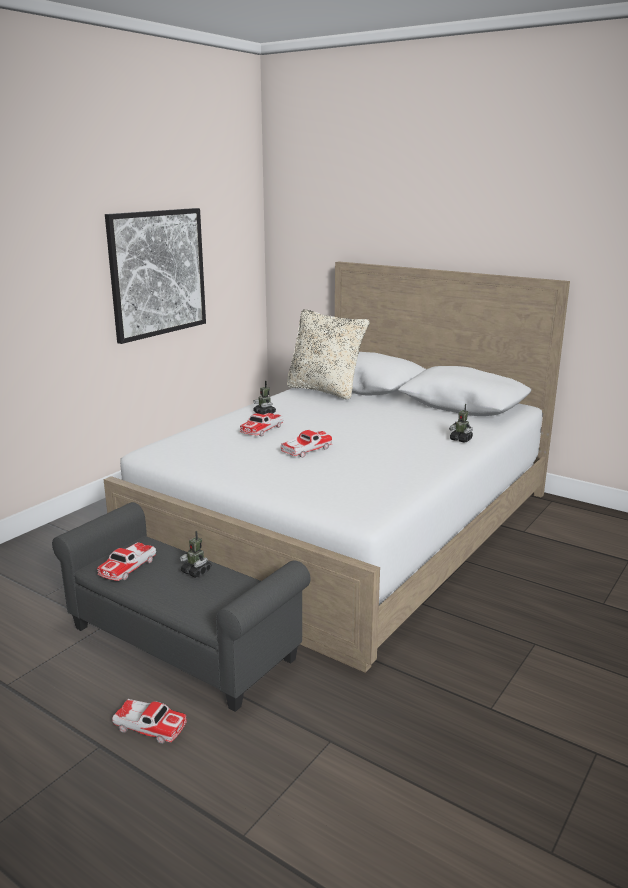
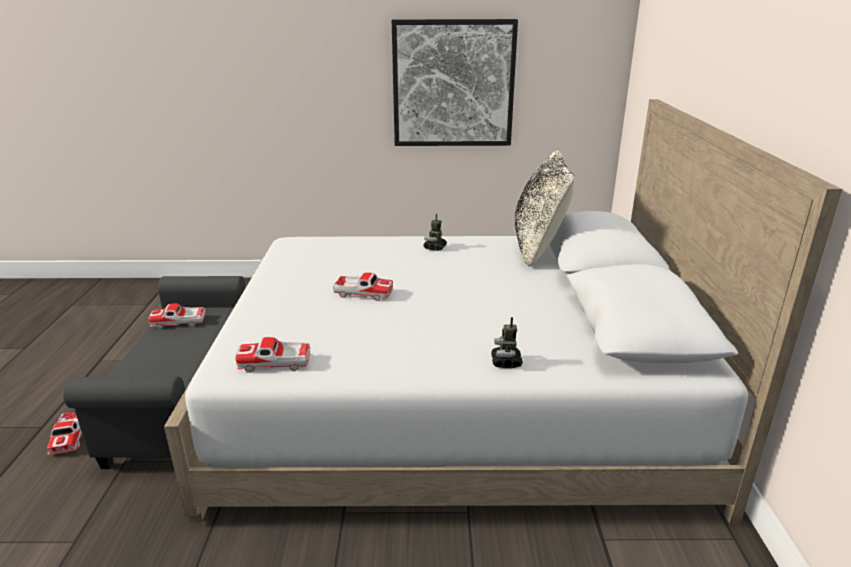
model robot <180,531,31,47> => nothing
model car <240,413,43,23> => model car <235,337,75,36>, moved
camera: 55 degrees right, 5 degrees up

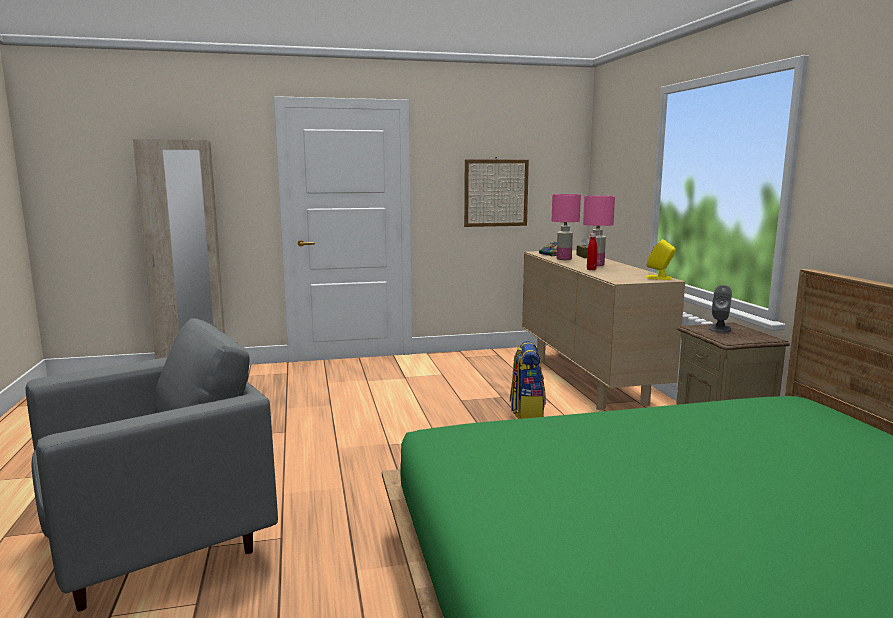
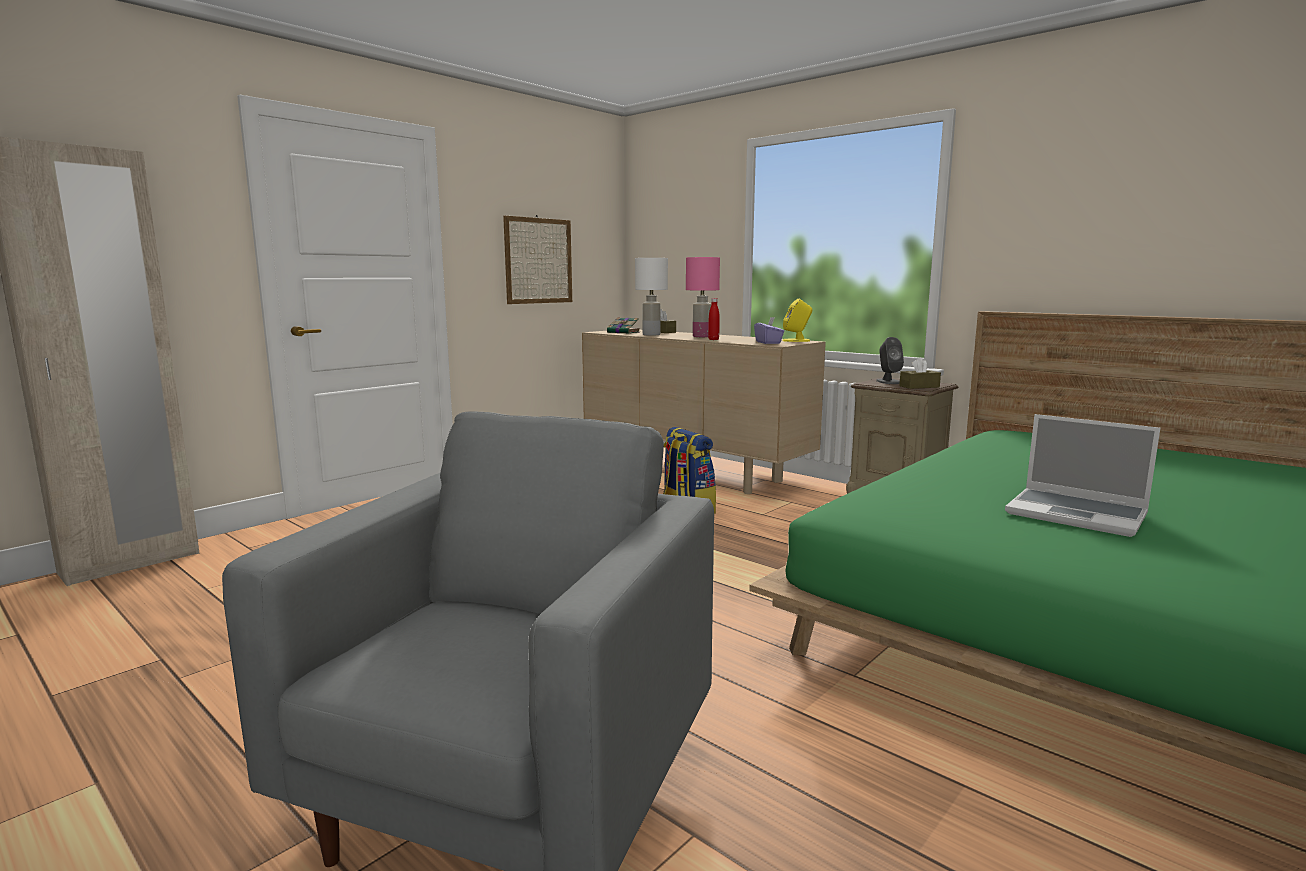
lamp for a table (pink) <552,194,29,66> => lamp for a table (white-coloured) <635,258,33,78>
nothing => tissue box (purple) <754,317,30,27>
nothing => tissue box (brownish) <899,357,42,32>
nothing => portable computer <1005,414,155,123>
camera: 35 degrees left, 0 degrees up

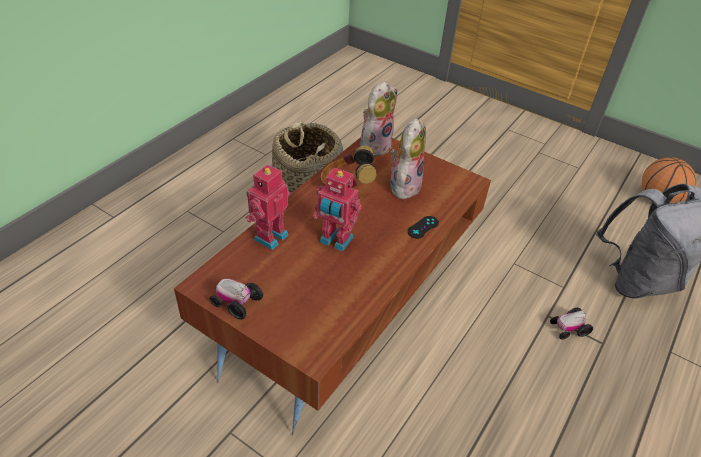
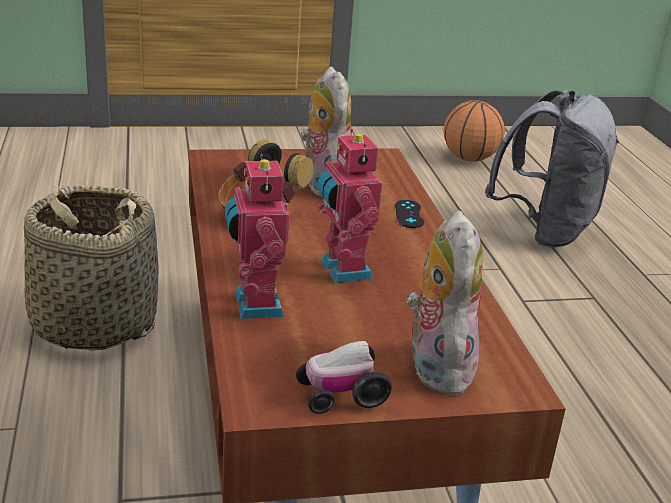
model robot <313,168,49,84> => model robot <318,129,64,154>, 90 degrees clockwise
soft toy <360,81,37,77> => soft toy <407,210,76,185>, moved
model car <550,308,43,32> => nothing
camera: 45 degrees left, 15 degrees down

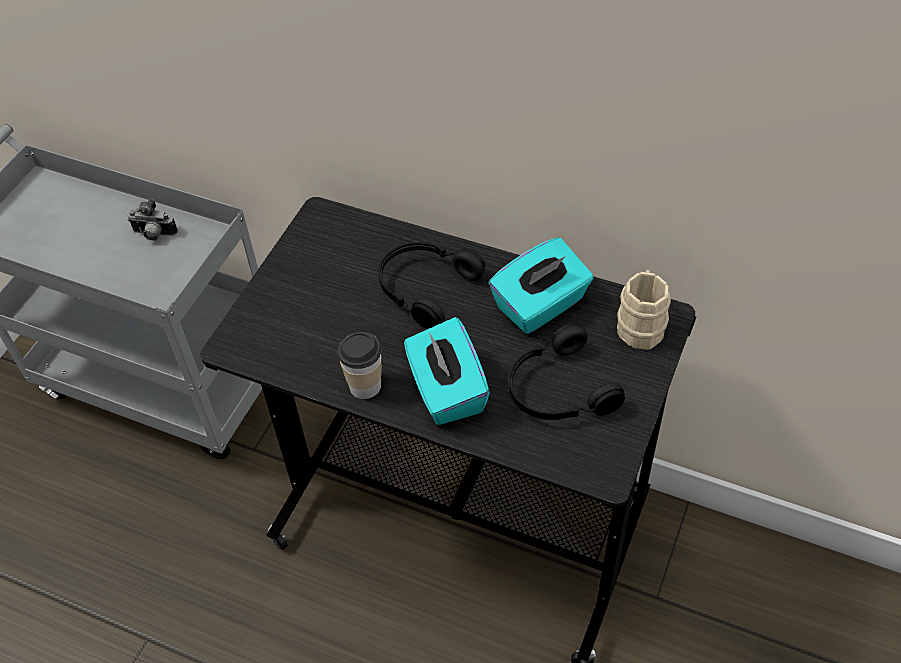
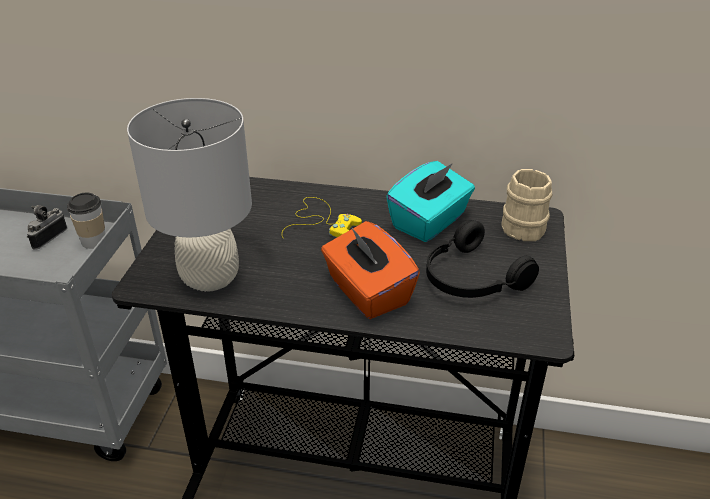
photo camera <128,199,50,42> => photo camera <27,205,40,45>, 120 degrees clockwise
drinking cup <338,332,44,67> => drinking cup <67,192,38,57>, moved
headset (black-coloured) <378,242,107,87> => game controller (yellow) <282,197,80,42>
tissue box (turquoise) <404,317,86,108> => tissue box (orange-coloured) <321,221,99,98>
nothing => lamp for a table (grey) <127,98,125,194>
camera: 15 degrees left, 15 degrees down

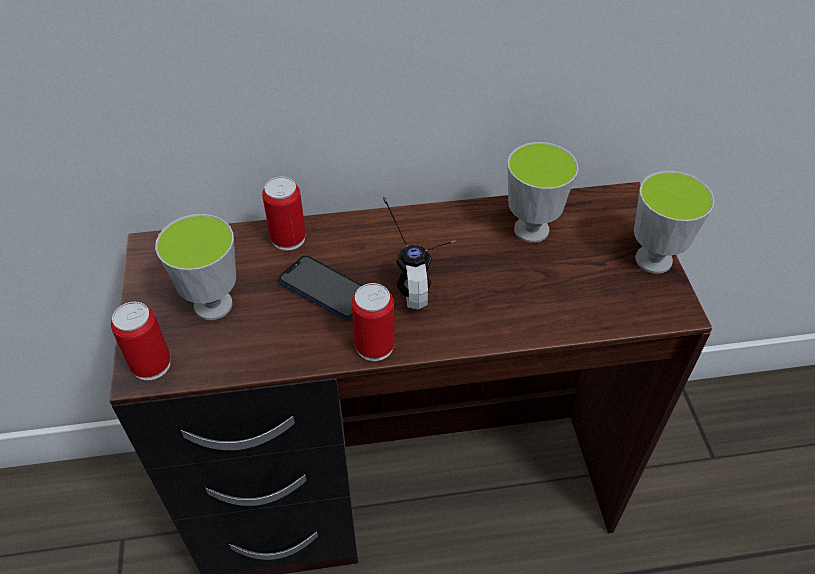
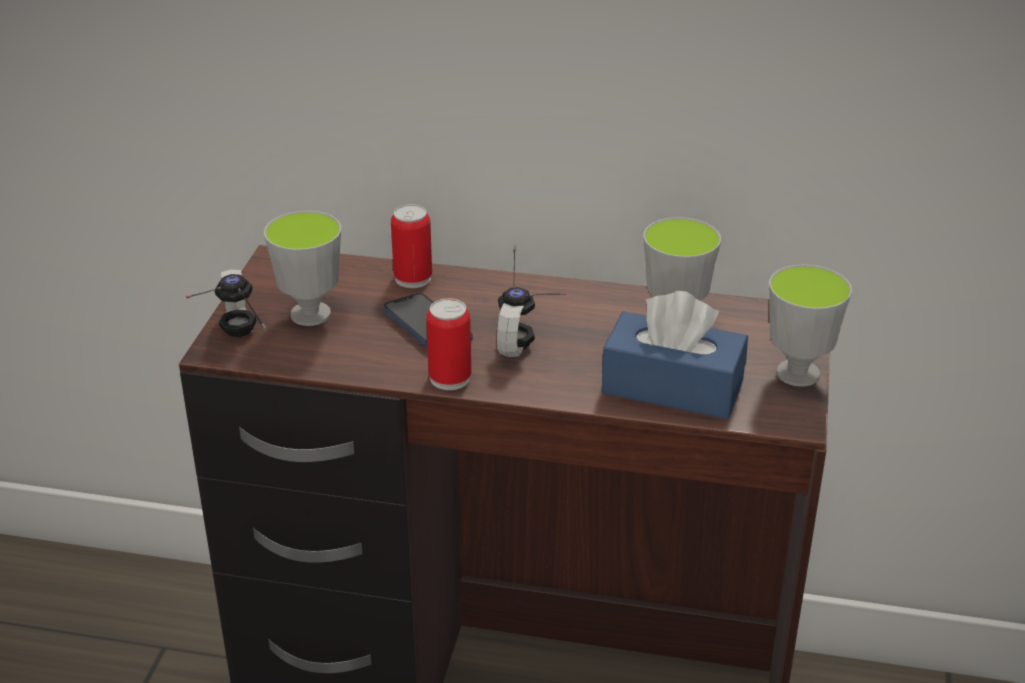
can <111,302,60,79> => headset <186,269,80,68>
nothing => tissue box (blue-coloured) <602,291,146,128>
camera: 20 degrees right, 15 degrees down

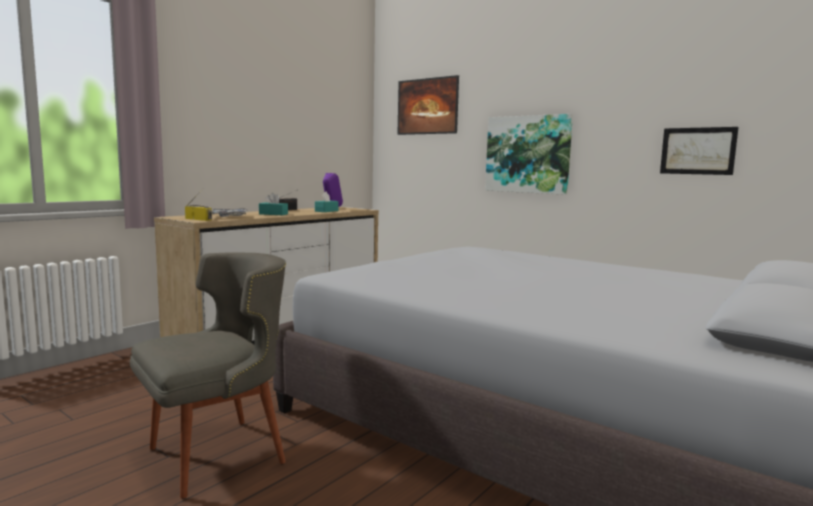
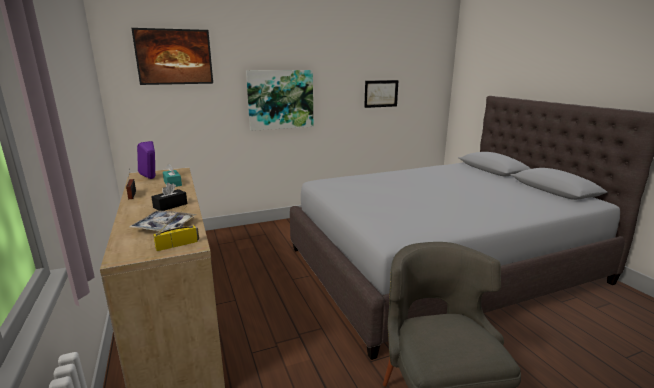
tissue box (turquoise) <259,193,29,22> => tissue box (black-coloured) <151,183,36,28>
camera: 60 degrees left, 10 degrees up

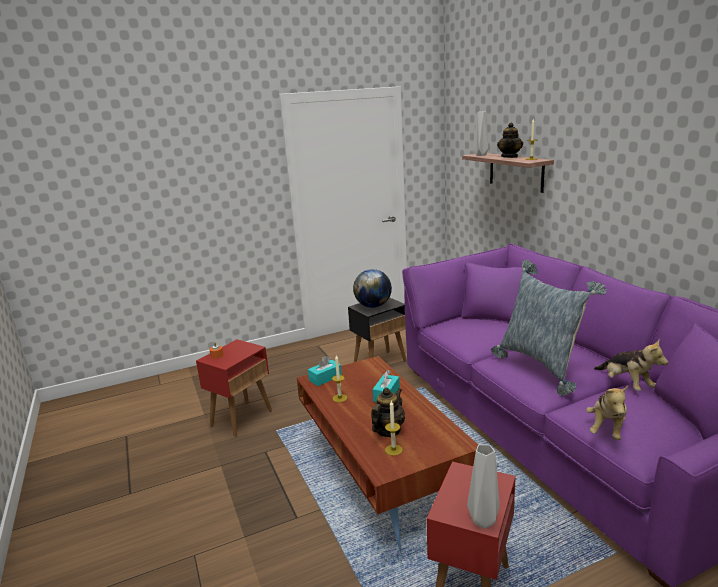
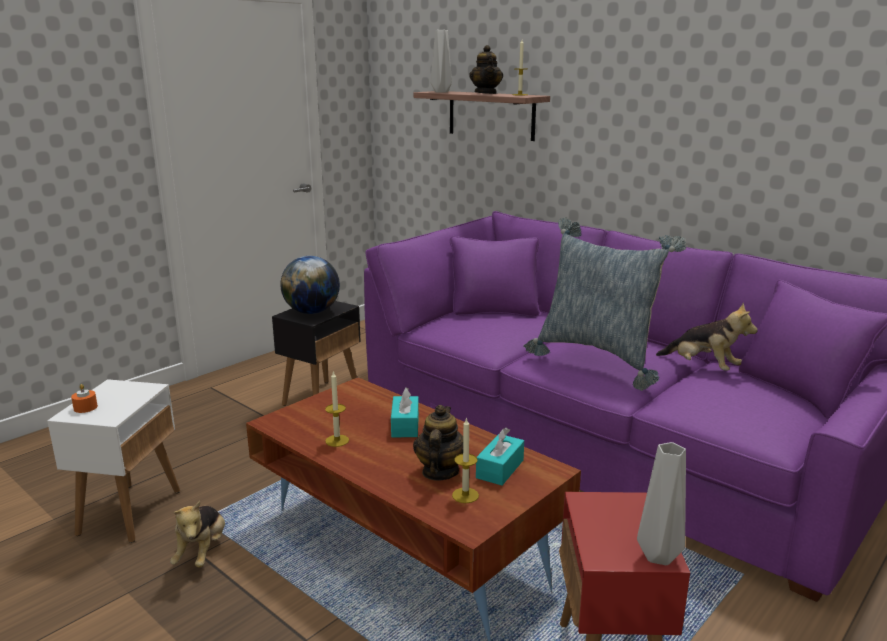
side table (reddish) <196,339,76,98> => side table (white-coloured) <47,379,133,164>
tissue box (turquoise) <308,356,34,30> => tissue box (turquoise) <476,427,48,59>, moved
soft toy <586,385,43,55> => soft toy <170,501,55,67>, moved
camera: 25 degrees left, 0 degrees up

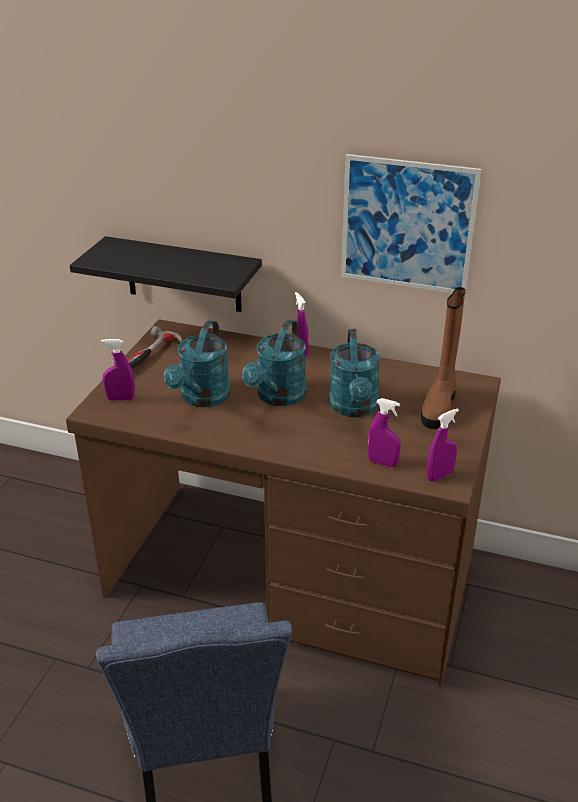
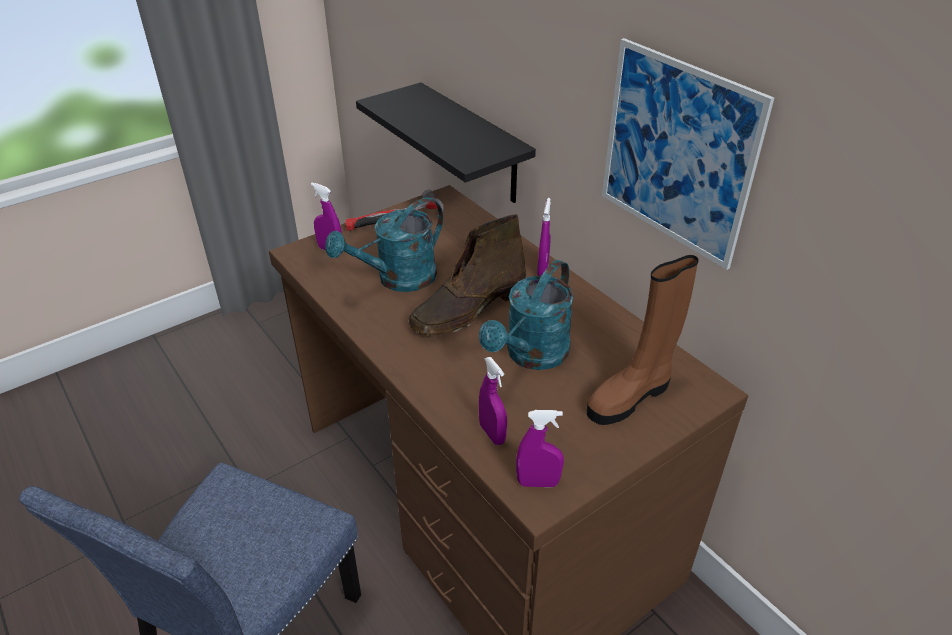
watering pot (turquoise) <242,320,65,86> => high-top boot (brownish) <409,214,117,122>
camera: 35 degrees right, 5 degrees up

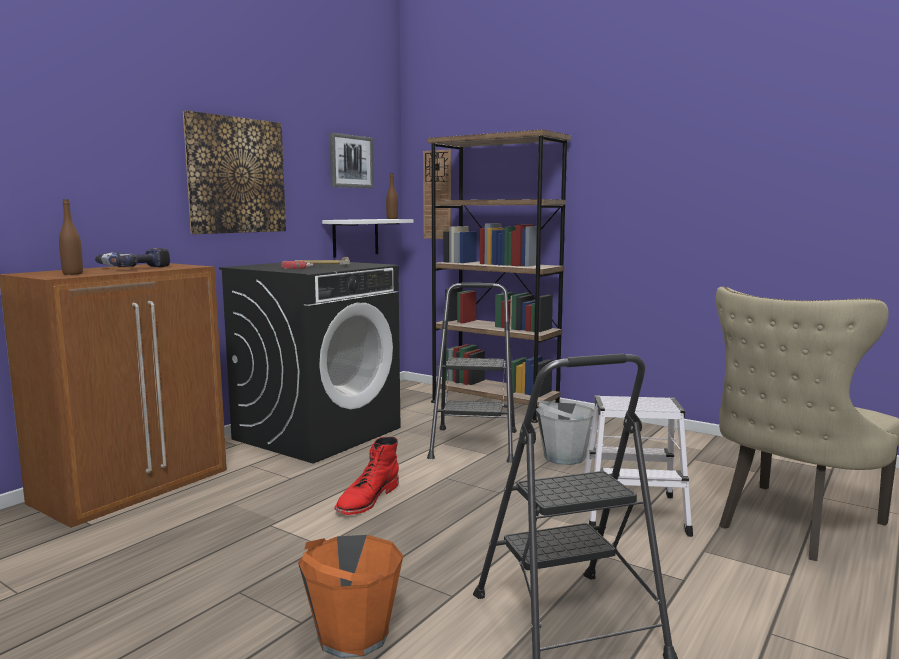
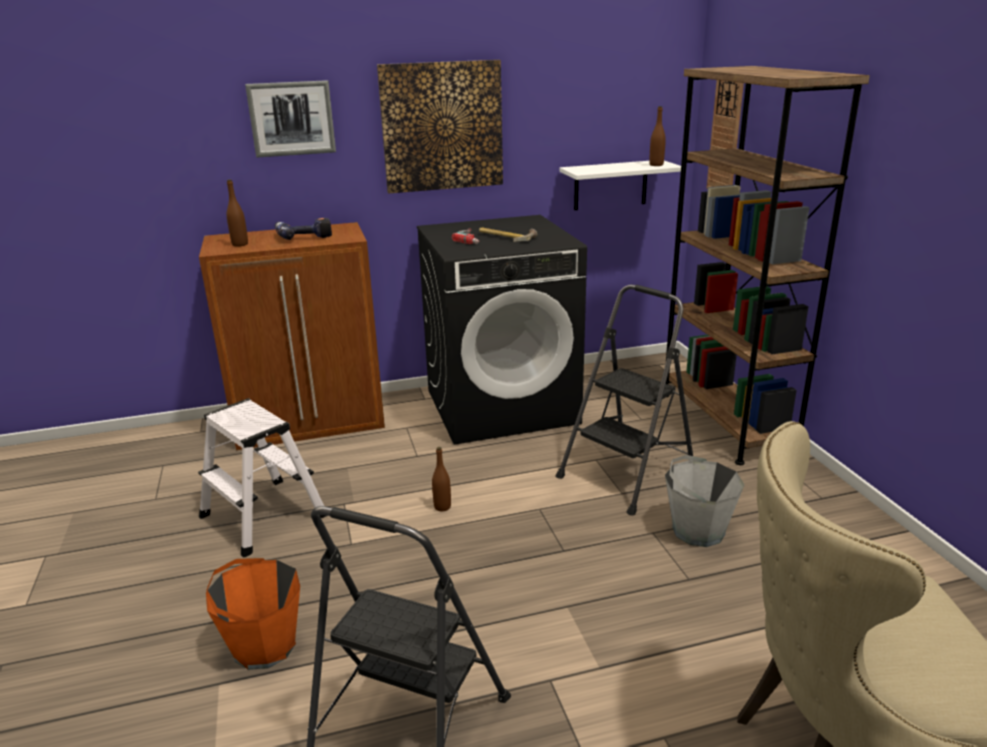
wall art <329,133,45,55> => wall art <245,80,91,77>, moved
high-top boot (reddish) <335,436,64,79> => drink bottle (brownish) <432,447,19,64>
step ladder (white-coloured) <584,395,109,142> => step ladder (white-coloured) <198,398,129,159>, moved
camera: 40 degrees right, 15 degrees up

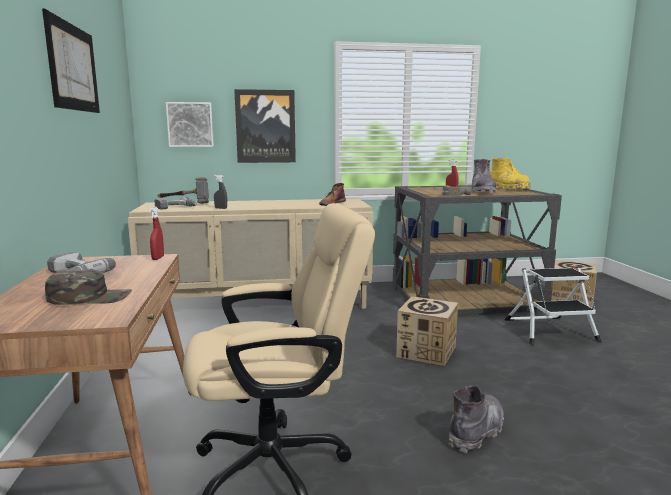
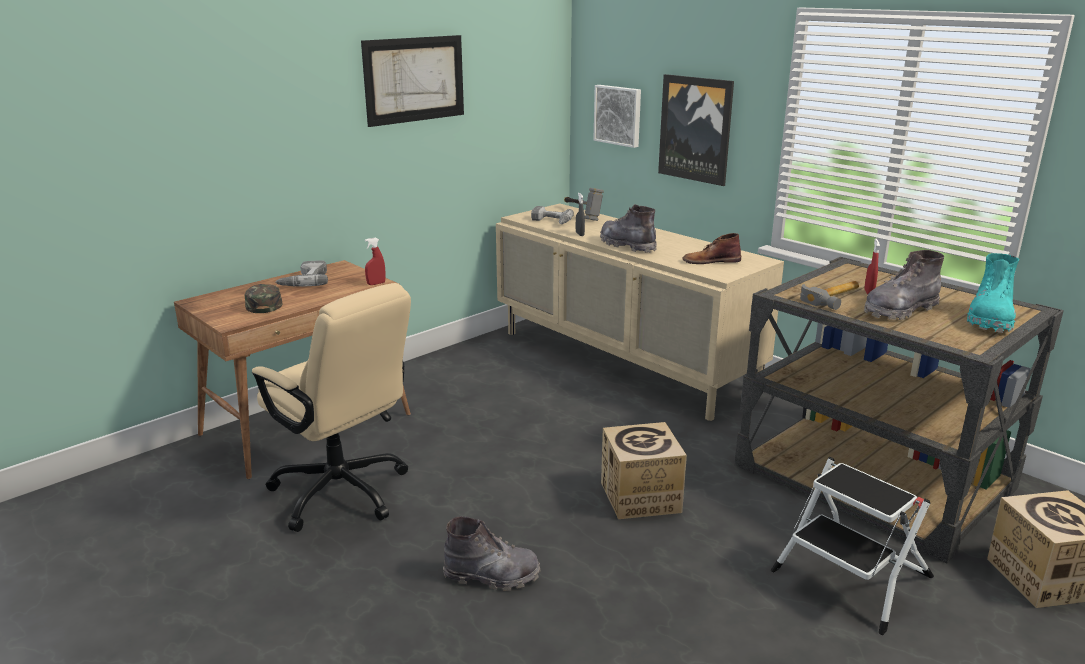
baseball cap (green) <45,269,87,36> => baseball cap (green) <244,284,38,29>, 150 degrees counterclockwise
high-top boot (yellow) <490,157,41,33> => high-top boot (turquoise) <967,253,52,80>
nothing => high-top boot (grey) <600,204,57,49>
camera: 55 degrees right, 10 degrees up

